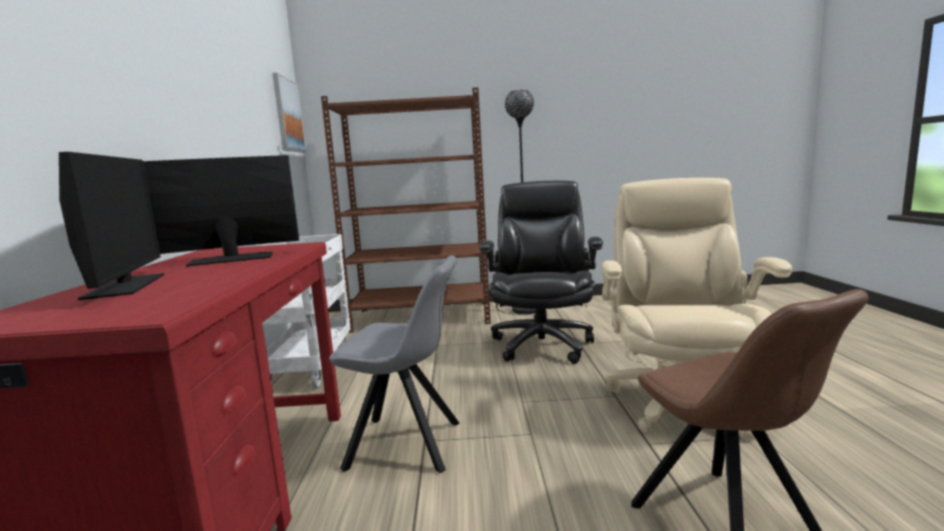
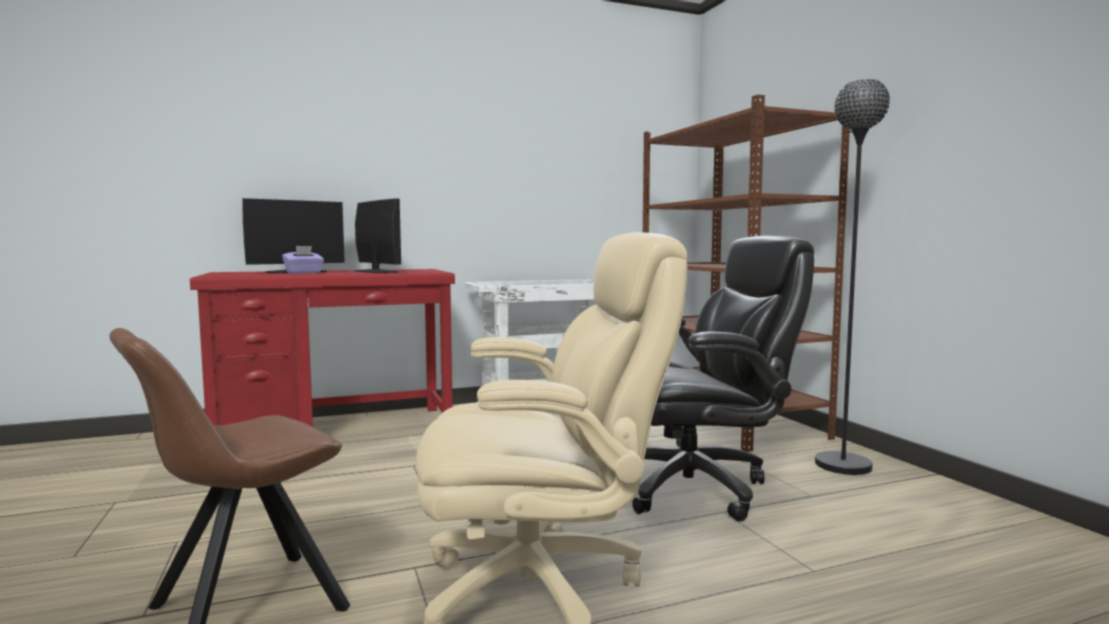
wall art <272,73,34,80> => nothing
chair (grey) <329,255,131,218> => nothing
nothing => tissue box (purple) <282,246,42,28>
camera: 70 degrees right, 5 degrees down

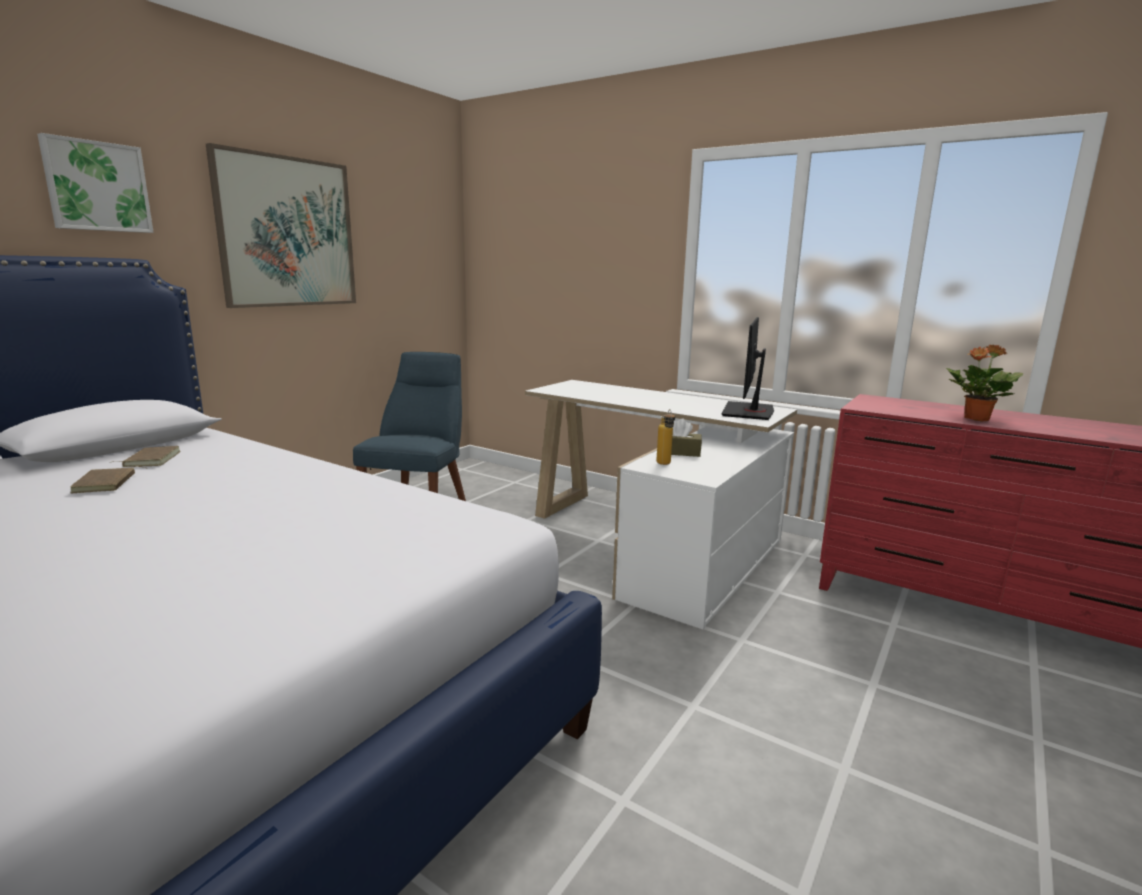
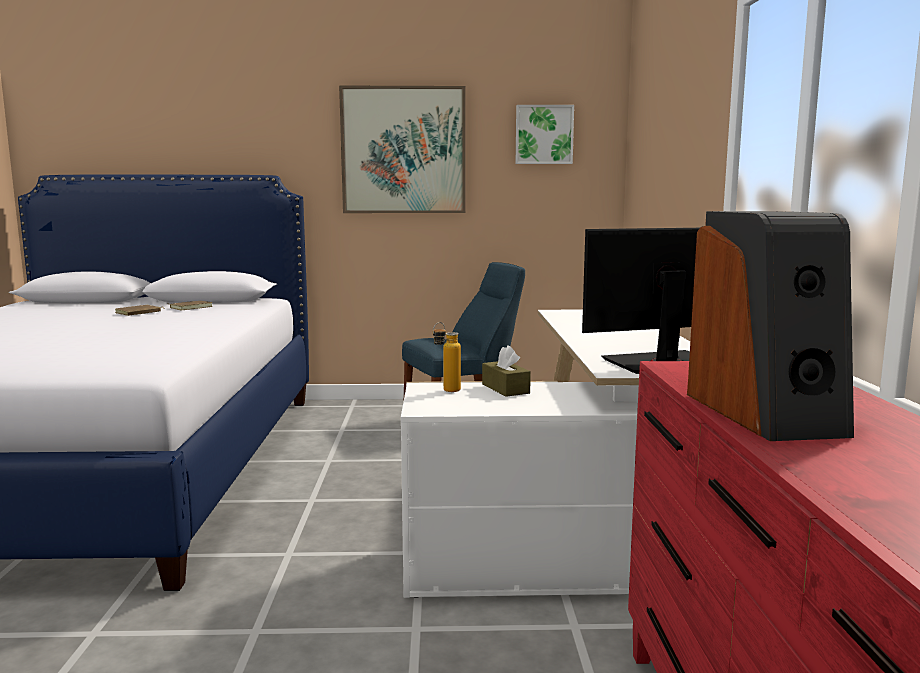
wall art <37,133,117,100> => wall art <516,105,58,59>, moved
houseplant <946,345,77,76> => audio speaker <687,211,167,230>
camera: 55 degrees right, 5 degrees down

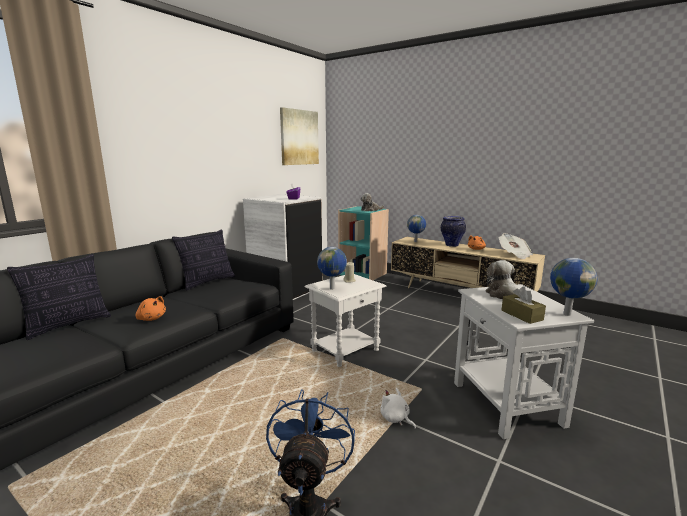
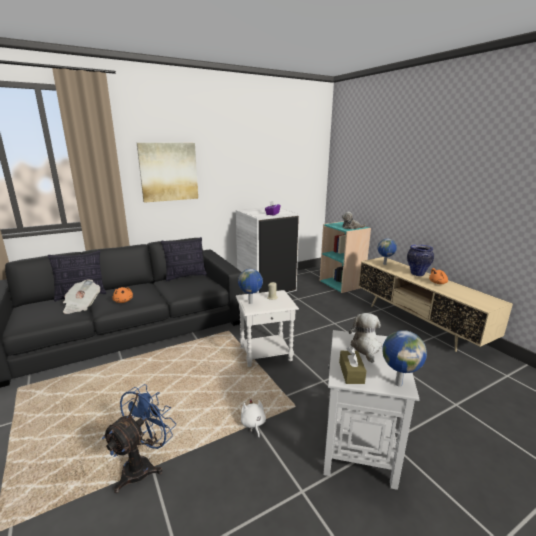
wall art <280,107,39,58> => wall art <137,143,61,60>, moved
newspaper <498,233,35,26> => newspaper <63,279,37,35>, moved
camera: 25 degrees right, 5 degrees up

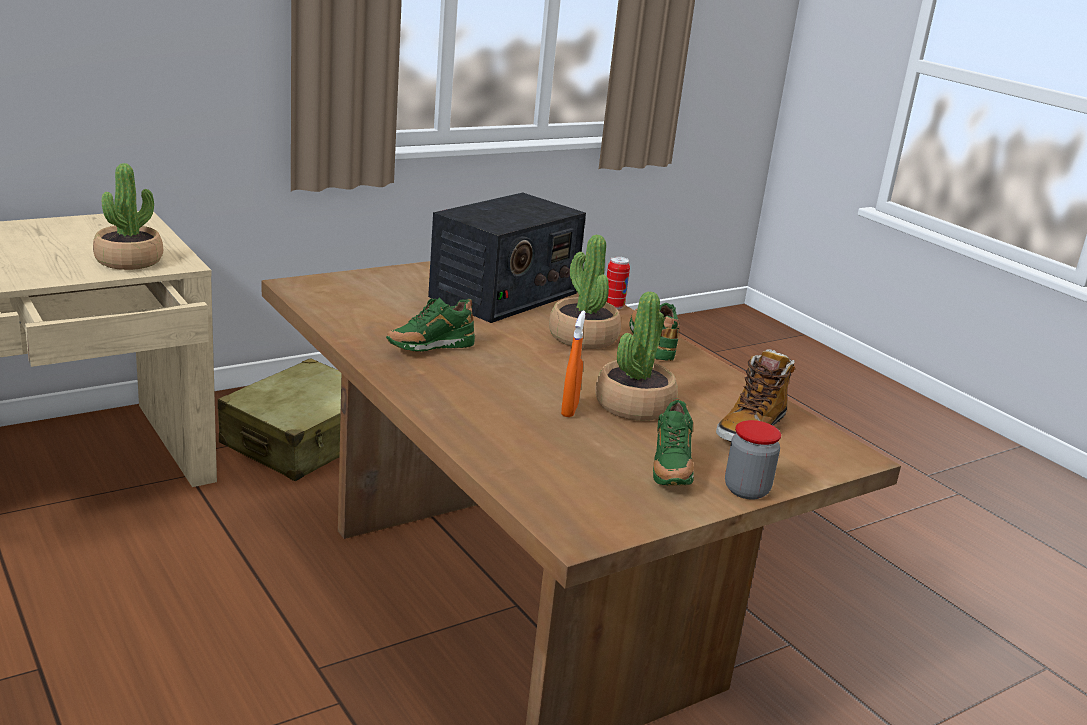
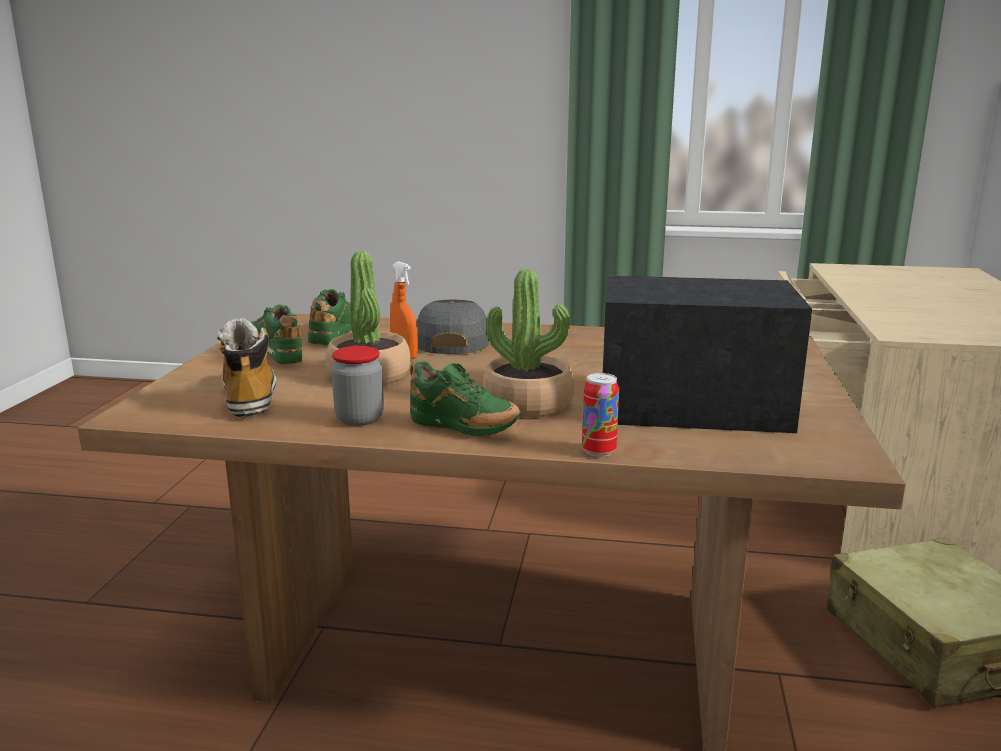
houseplant <93,163,70,107> => nothing
low shoe (green) <386,298,89,54> => low shoe (green) <308,289,44,57>, moved
radio set <428,193,158,130> => radio set <603,275,209,158>, 105 degrees clockwise
storage jar <725,420,56,80> => storage jar <331,346,53,80>, moved
nothing => baseball cap (grey) <417,299,72,55>
camera: 135 degrees right, 5 degrees down

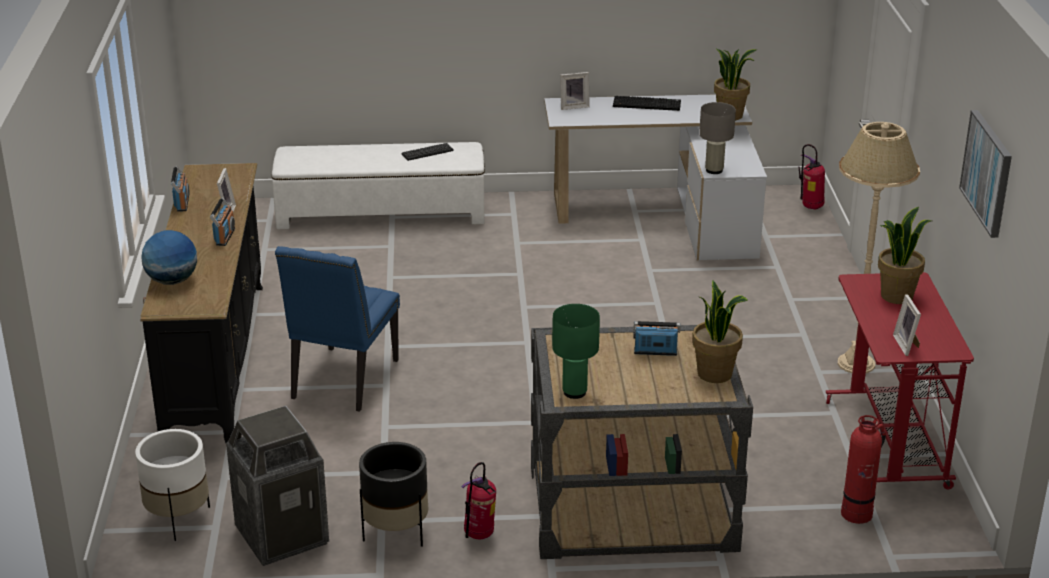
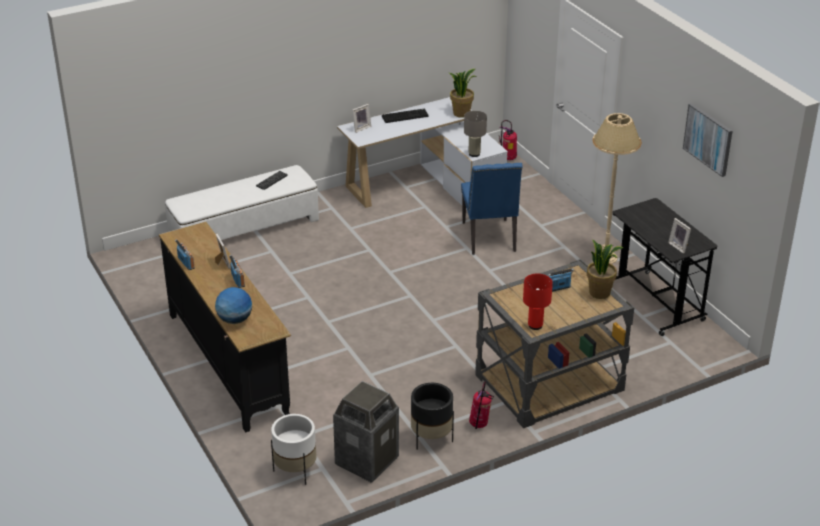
chair (blue-coloured) <275,246,125,166> => chair (blue-coloured) <461,163,61,92>, moved
lamp for a table (green) <552,304,48,95> => lamp for a table (reddish) <523,273,30,57>
desk table (reddish) <826,272,148,217> => desk table (black-coloured) <613,198,104,138>
fire-fighting cylinder <841,415,45,109> => nothing
houseplant <878,207,53,97> => nothing
camera: 25 degrees left, 5 degrees up

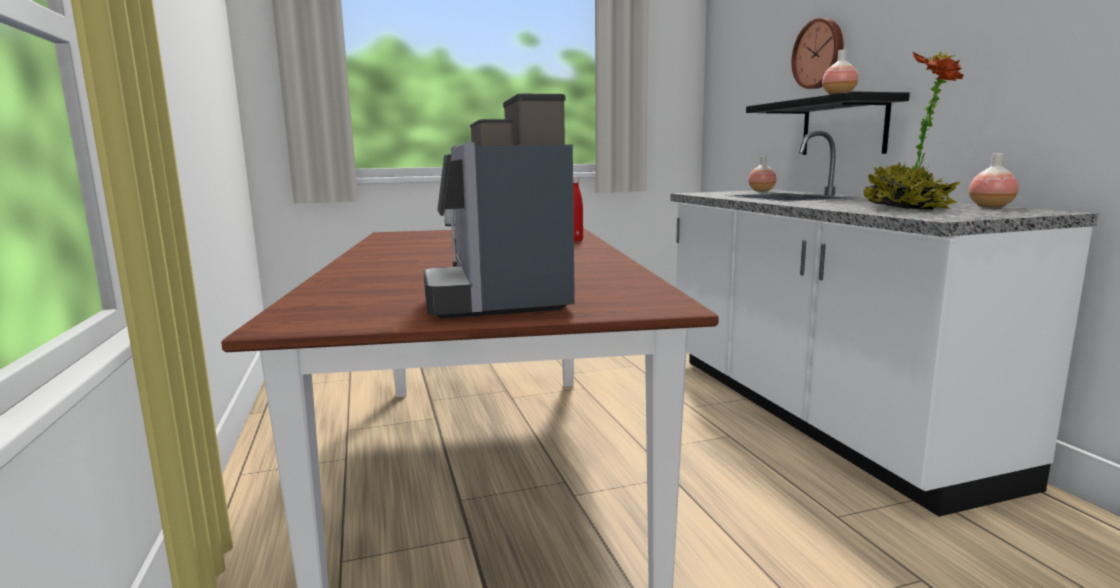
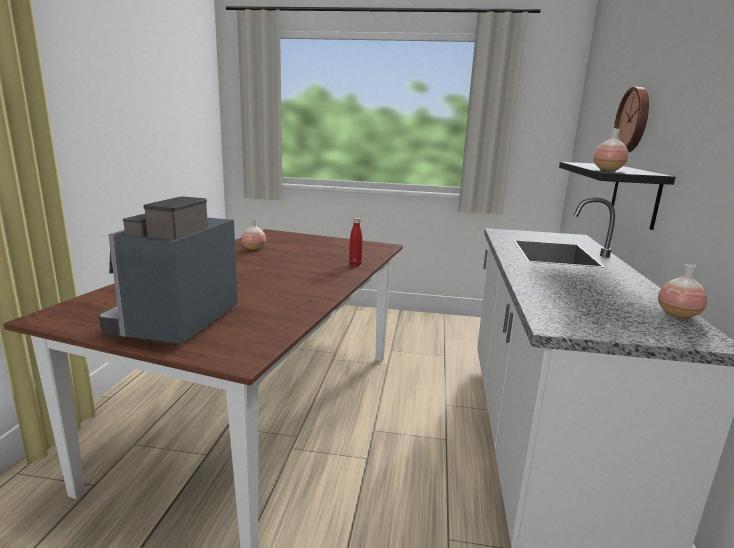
flower vase <748,156,29,35> => flower vase <242,218,24,32>, moved
houseplant <863,51,101,159> => nothing
camera: 25 degrees right, 5 degrees up

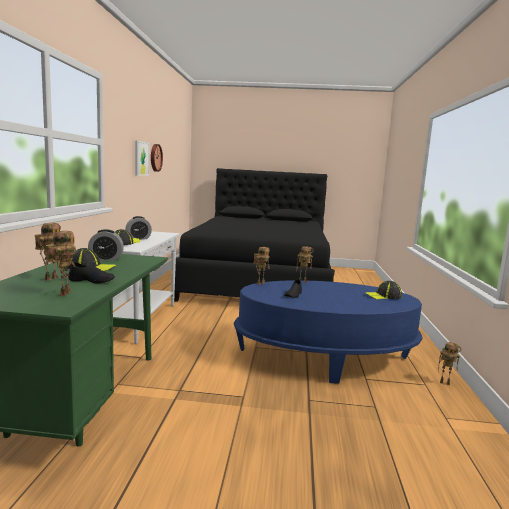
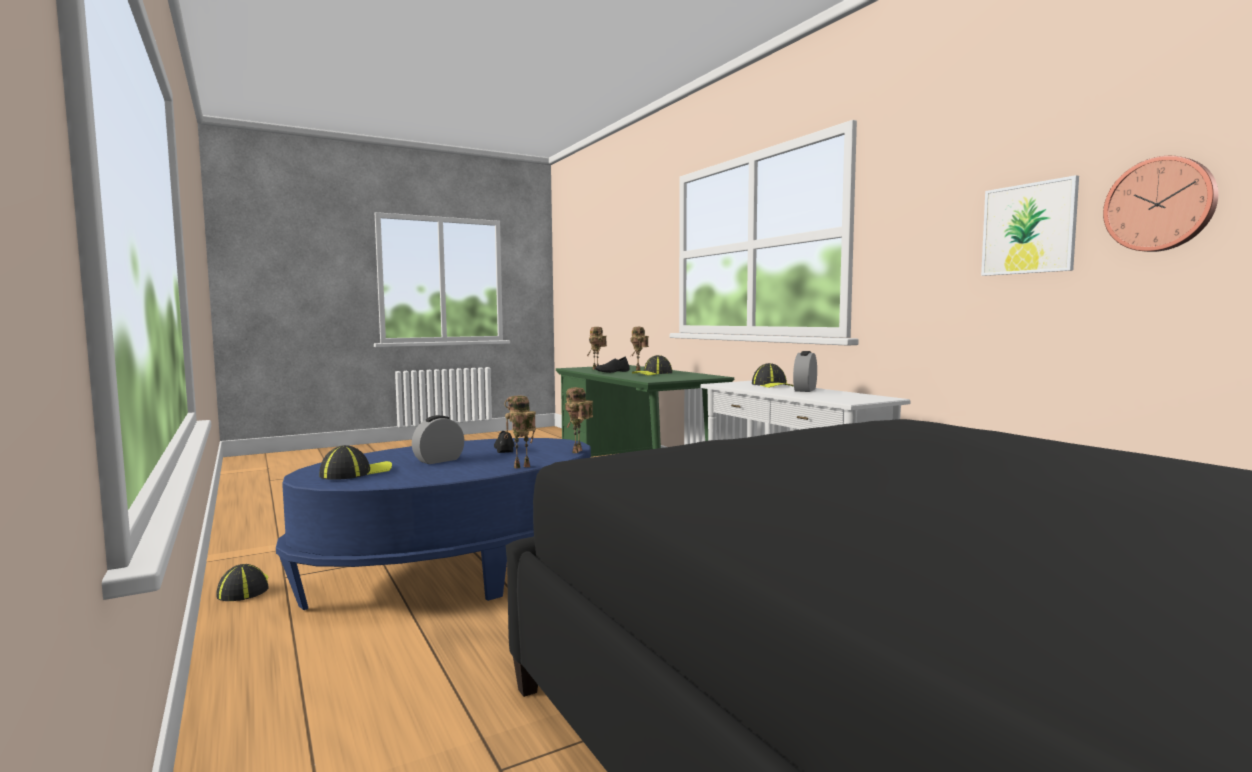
alarm clock <88,229,36,32> => alarm clock <412,415,52,49>, moved
model robot <438,342,23,43> => baseball cap <216,564,53,37>
camera: 145 degrees right, 5 degrees down

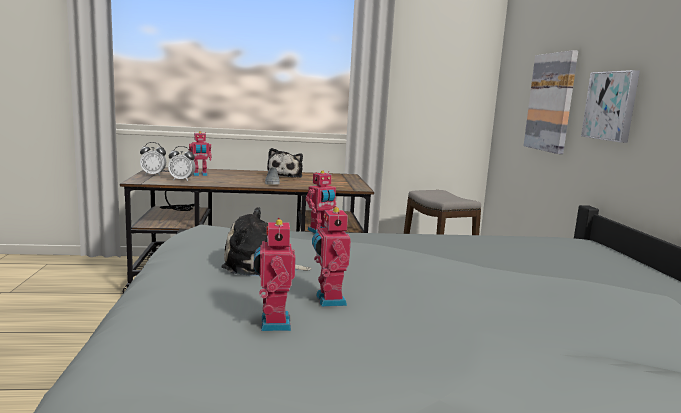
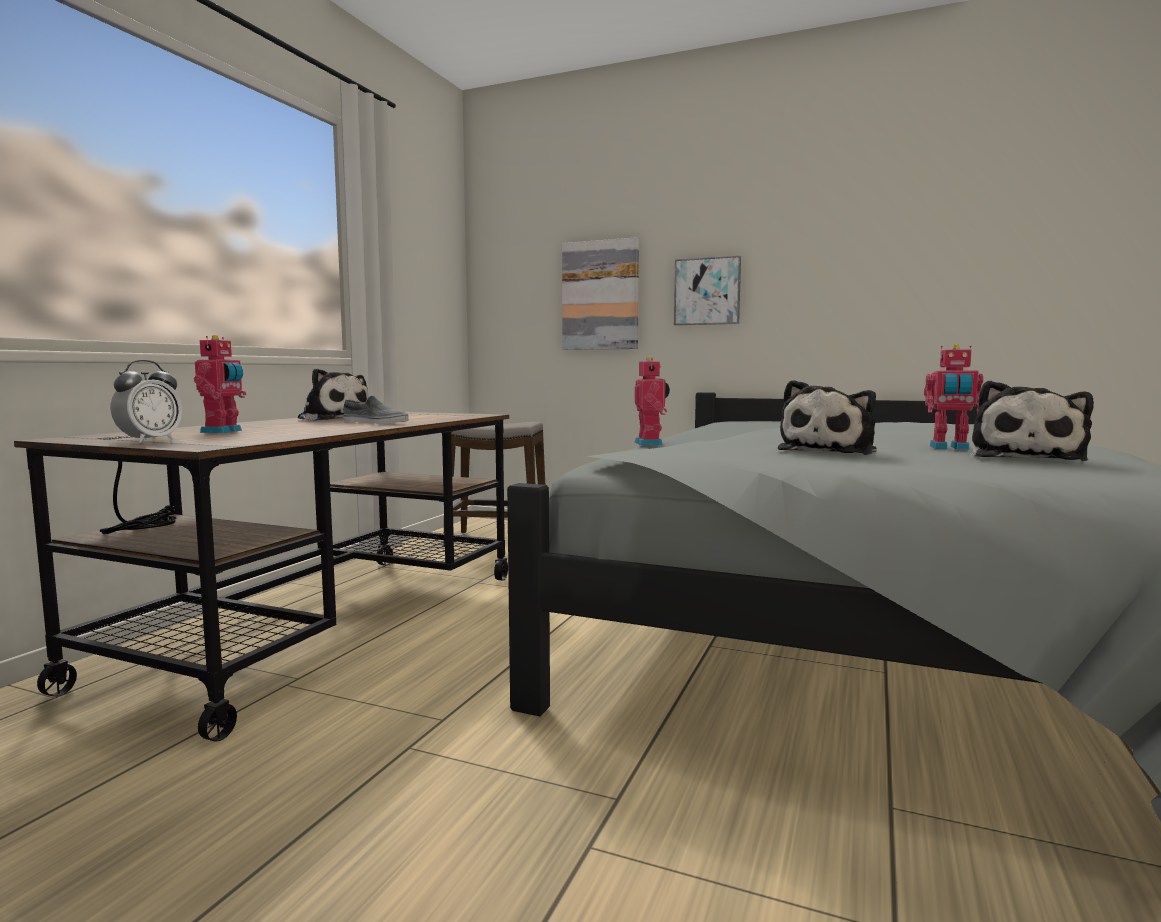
alarm clock <168,146,28,35> => nothing
model robot <254,218,42,113> => soft toy <972,381,122,80>
camera: 60 degrees left, 5 degrees down

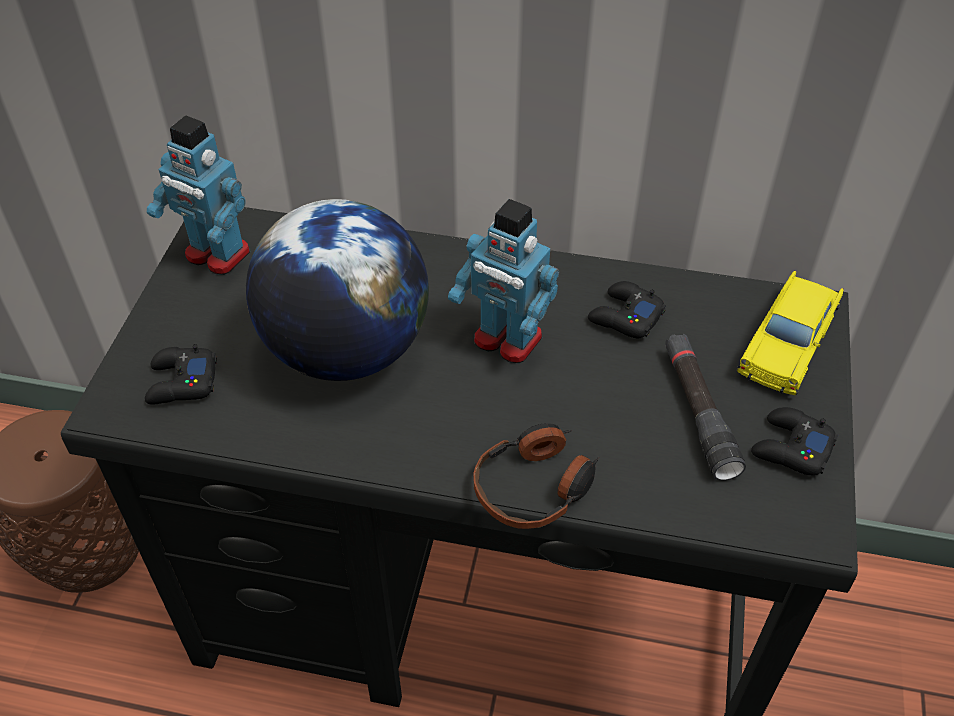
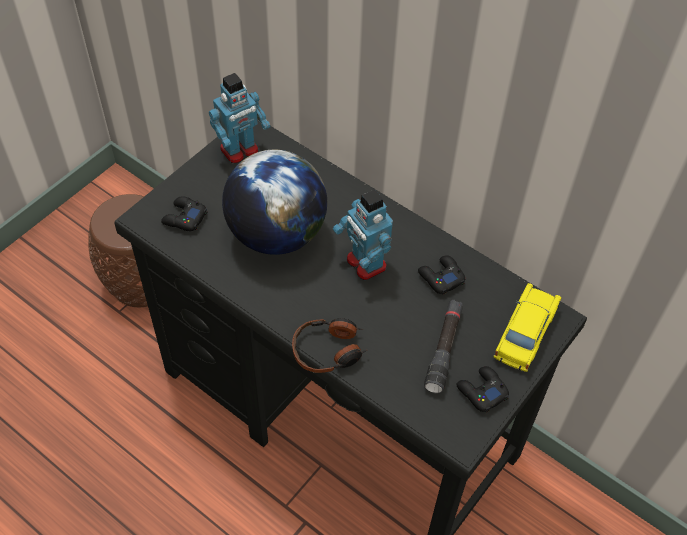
model robot <147,115,103,160> => model robot <209,73,62,91>, 90 degrees counterclockwise
model car (yellow) <737,271,107,124> => model car (yellow) <493,283,68,89>, 150 degrees clockwise
camera: 25 degrees right, 5 degrees up

